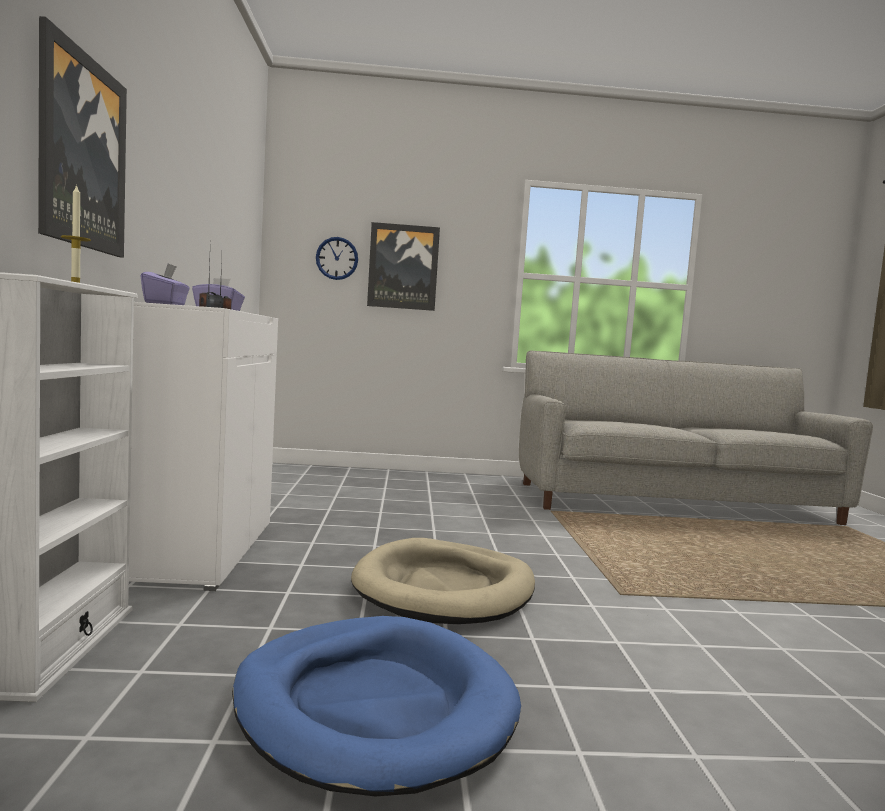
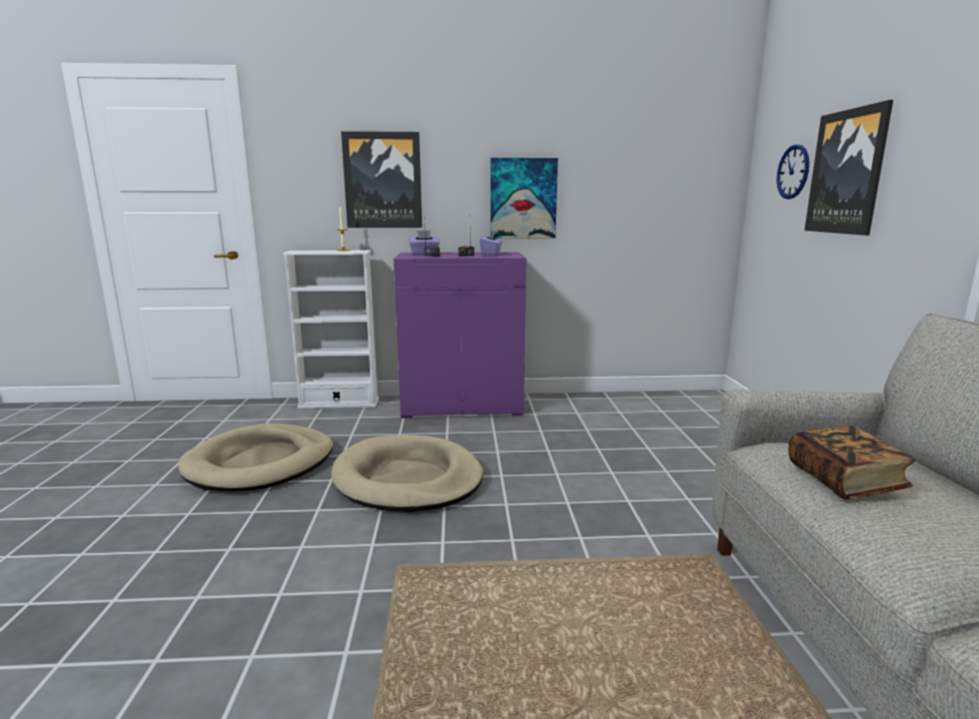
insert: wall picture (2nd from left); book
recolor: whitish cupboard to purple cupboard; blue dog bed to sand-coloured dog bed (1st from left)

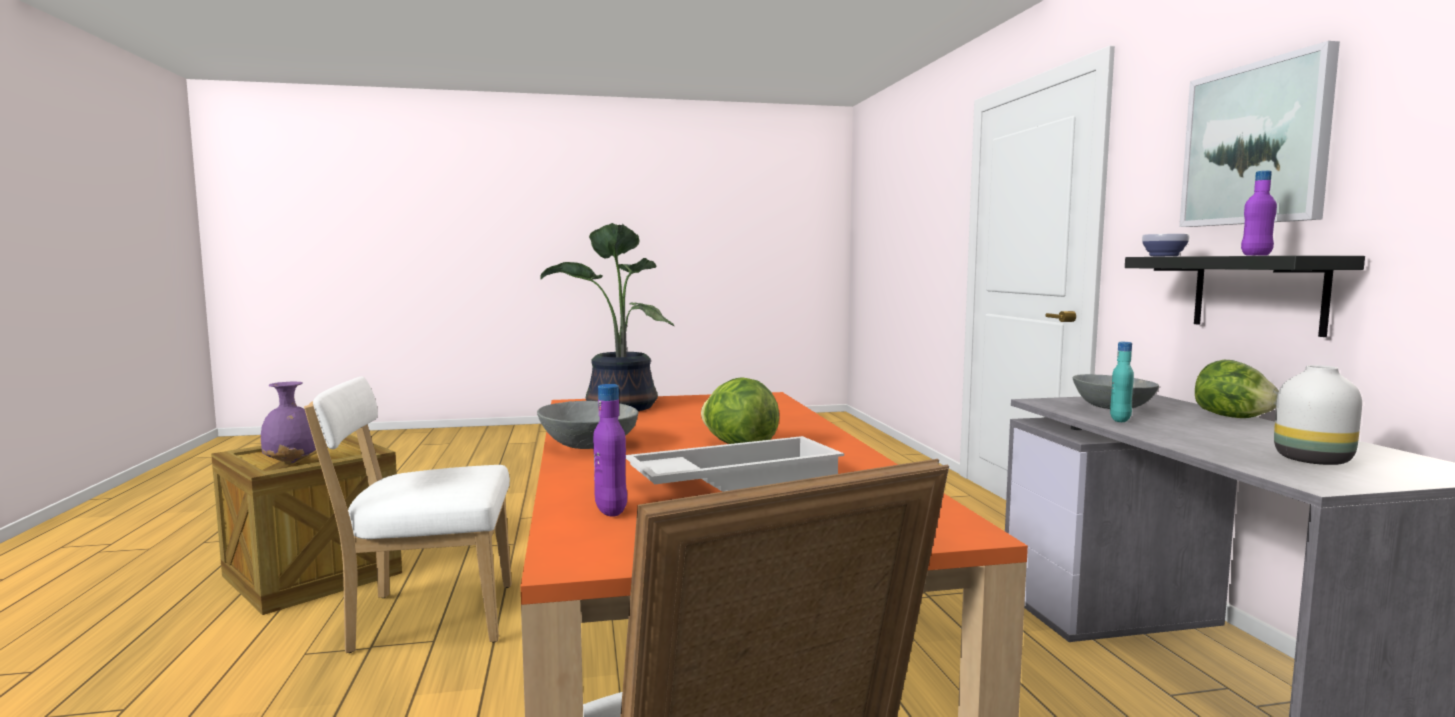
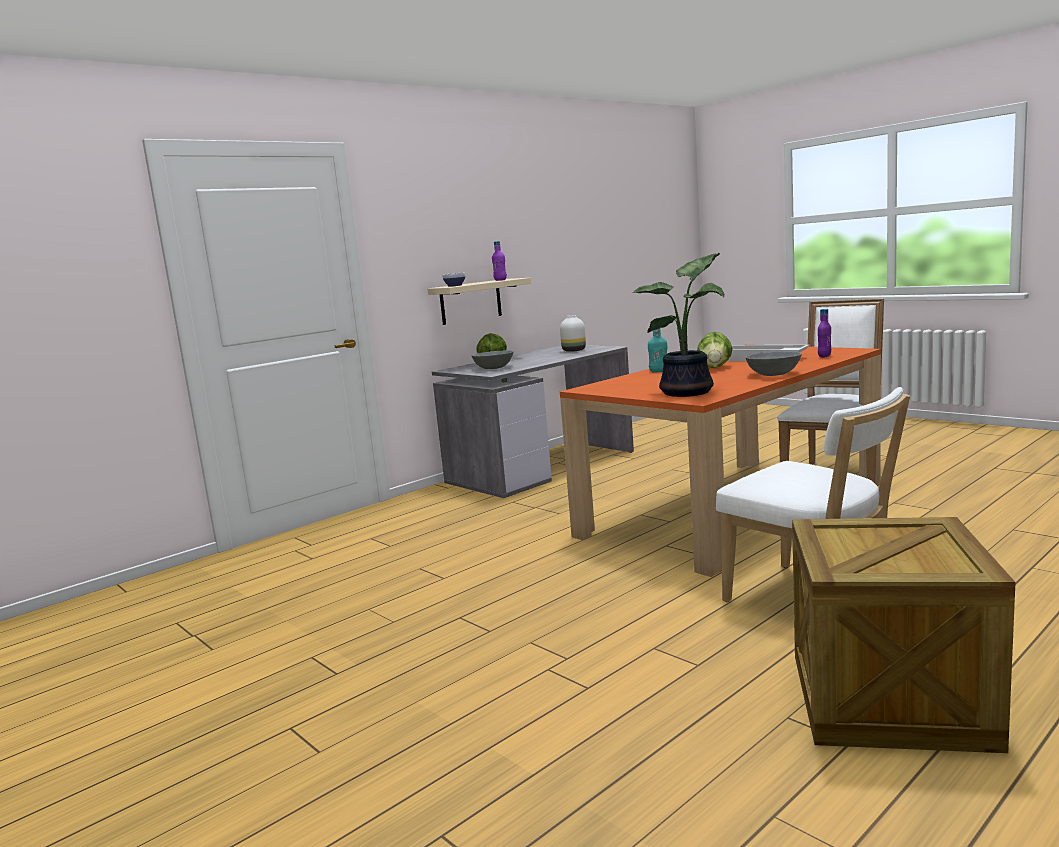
delete: wall picture; purple vase
move: blue-green beverage bottle
recolor: blackish wall shelf to sand-coloured wall shelf

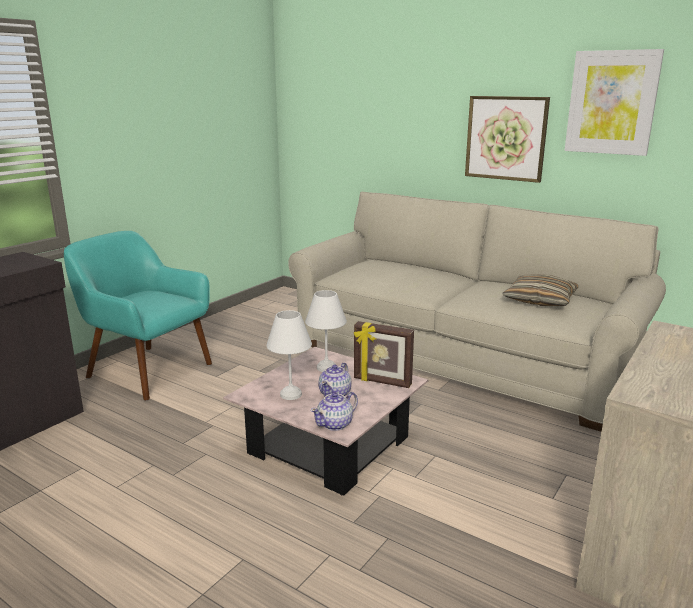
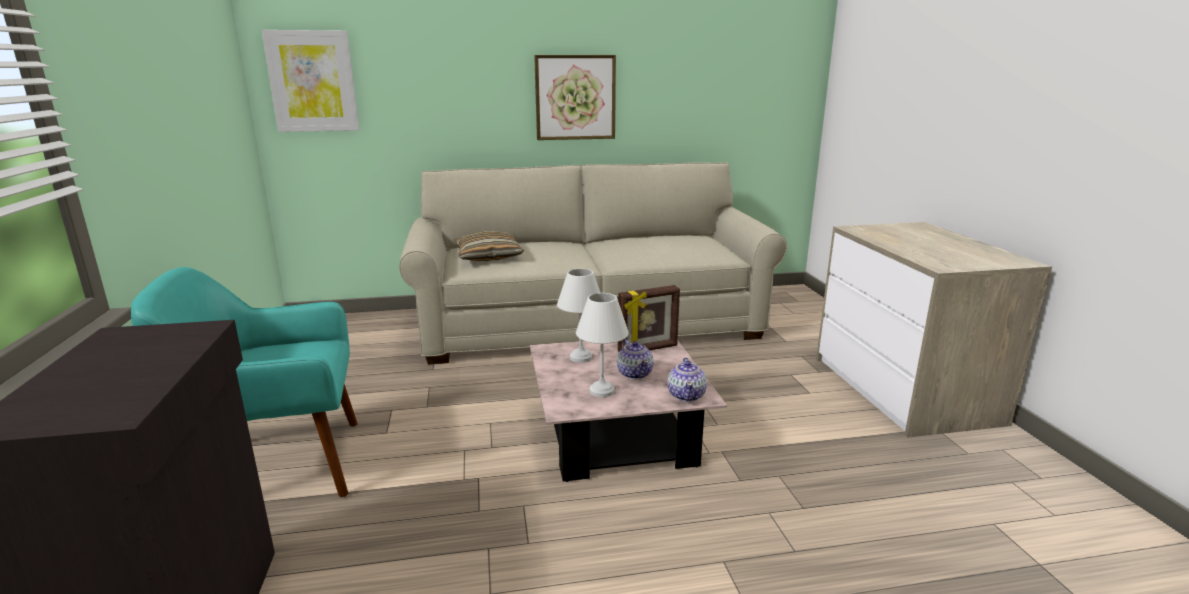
move: wall picture (2nd from left in the first image) to wall picture (1st from left); pillow

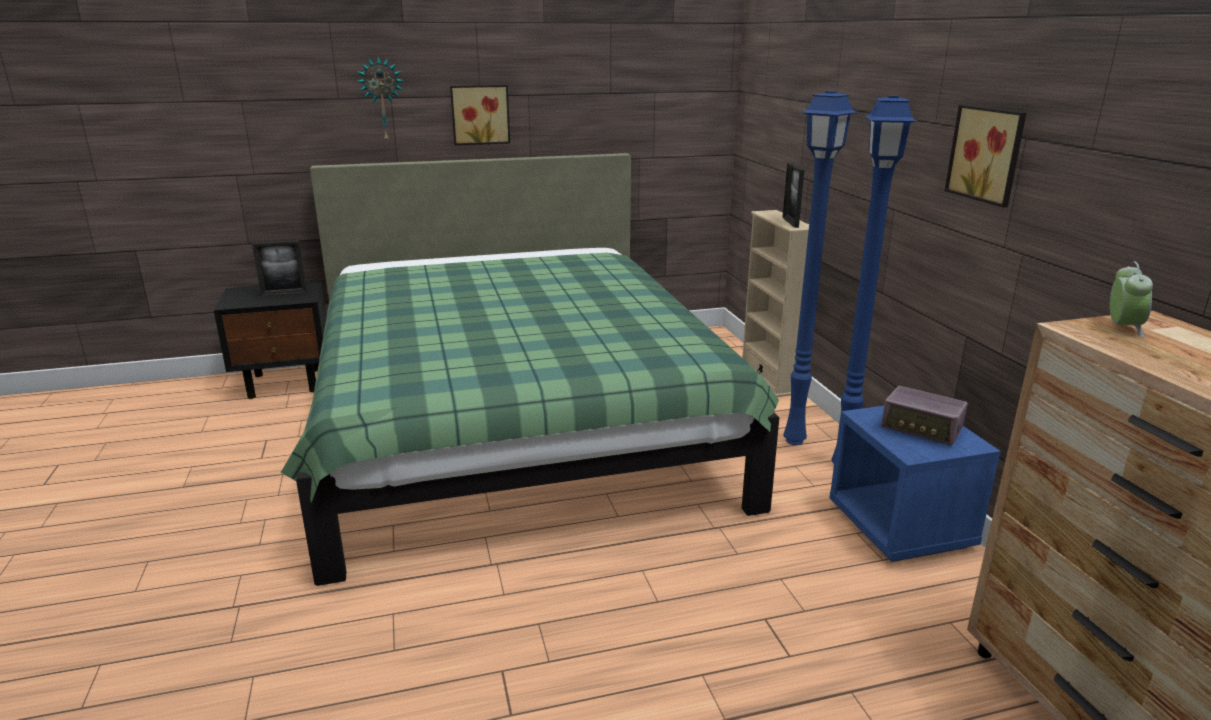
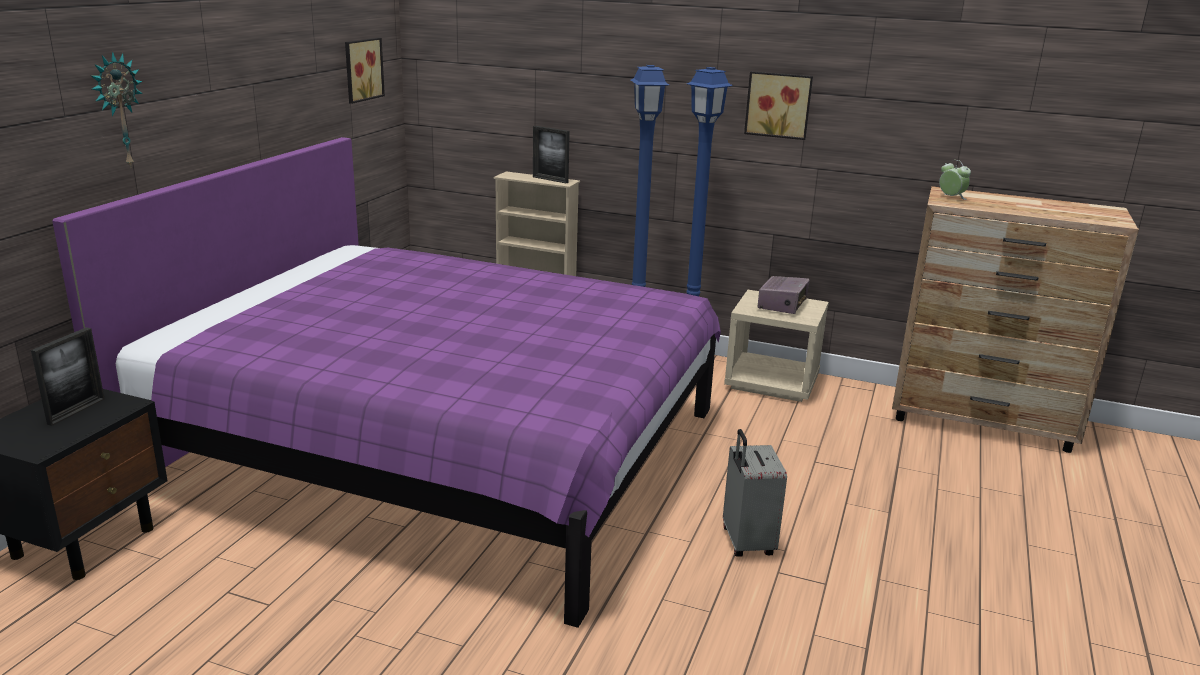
insert: grey piece of luggage
move: wall picture (1st from left)
recolor: green-coloured bed to purple bed; blue bedside table to sand-coloured bedside table
rotate: radio set 45 degrees counterclockwise

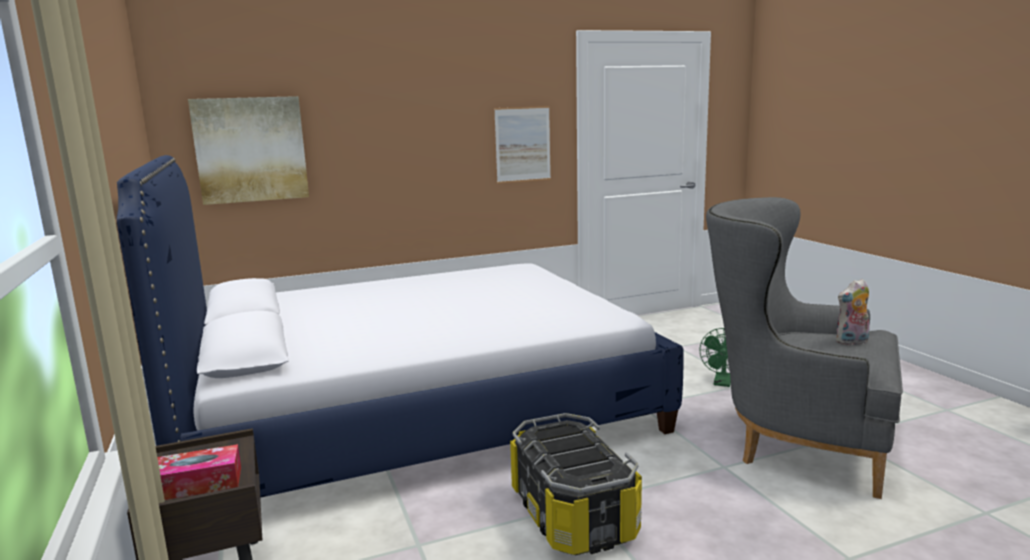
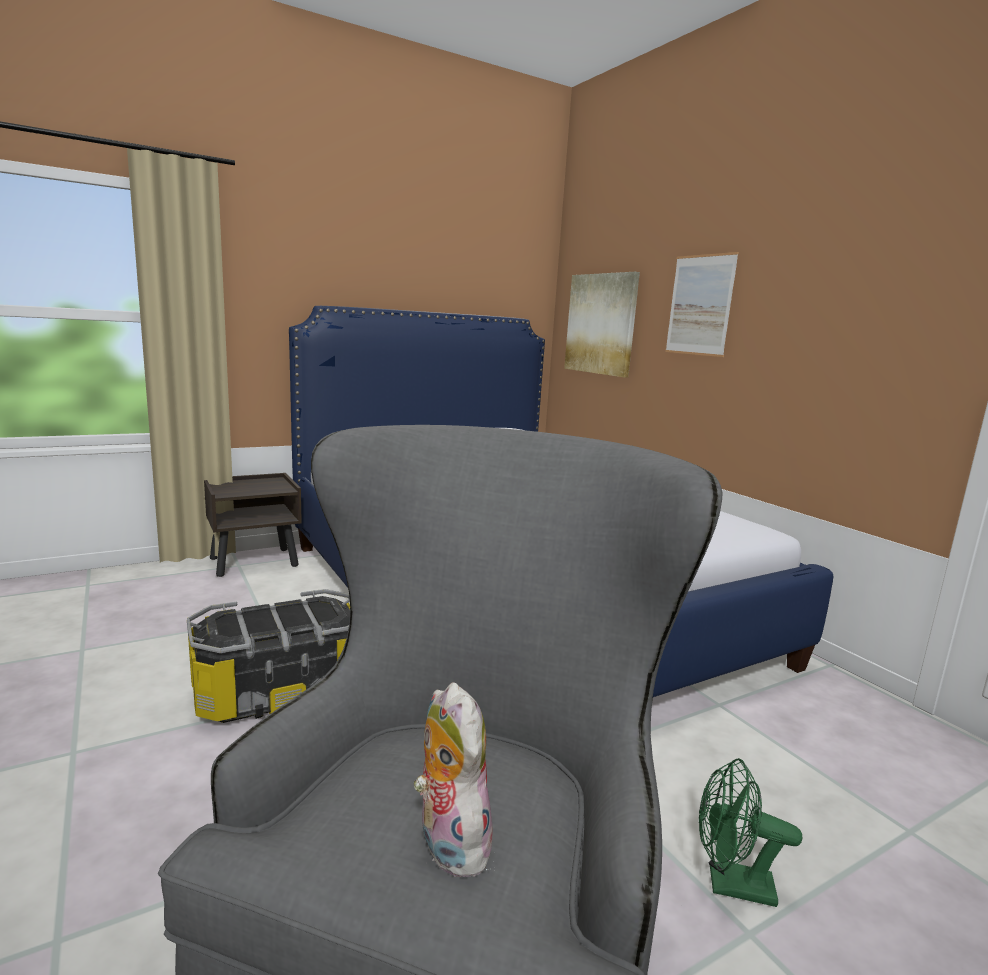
delete: tissue holder
move: wall picture (2nd from left)

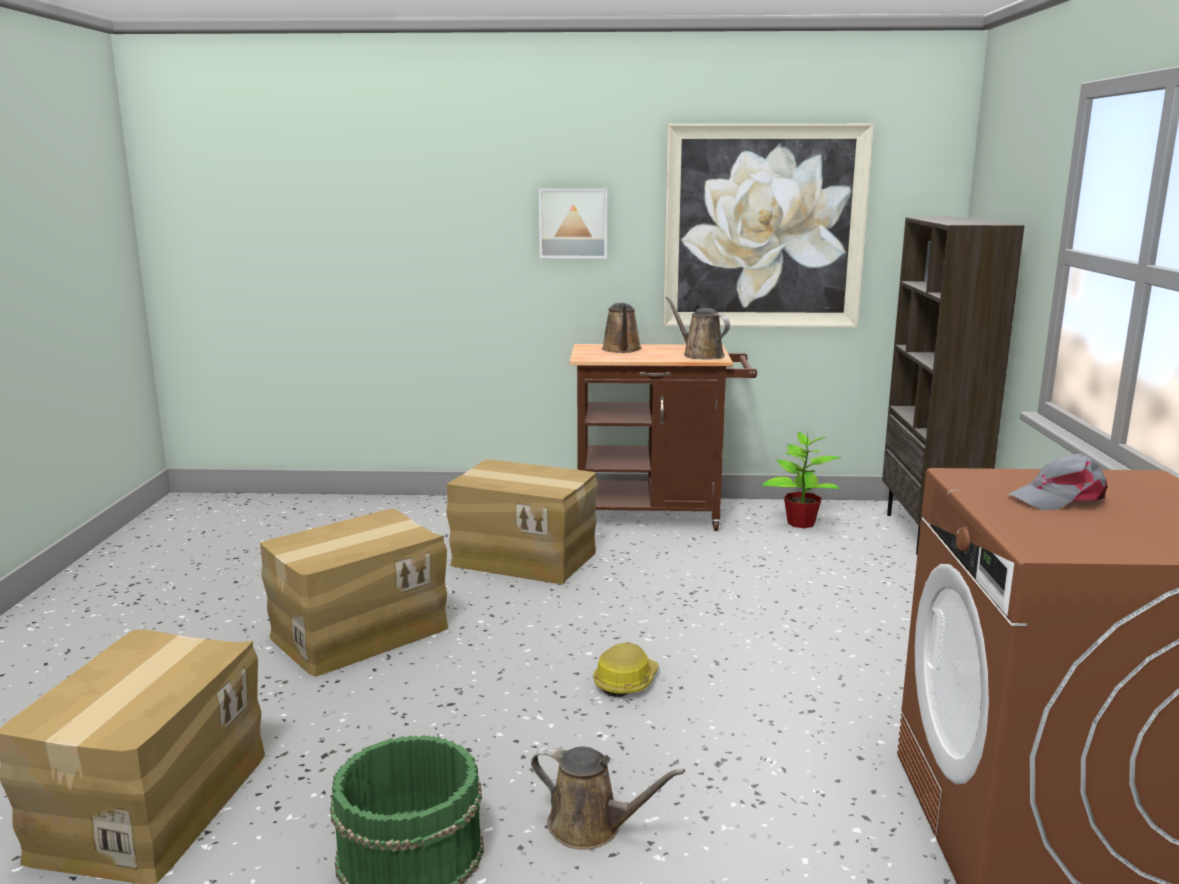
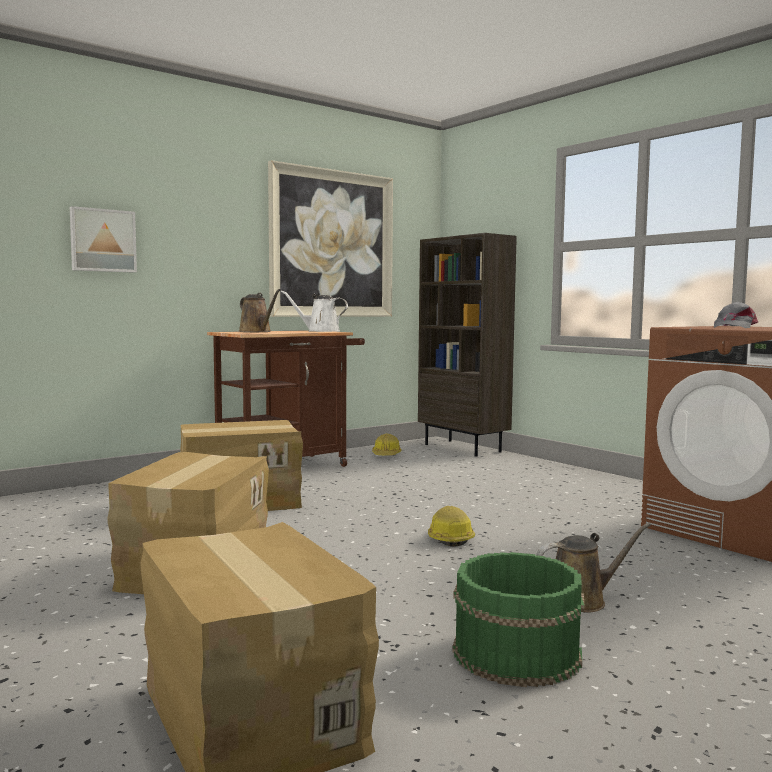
move: wall picture (1st from left)
replace: plant in a pot to work helmet (1st from left)
recolor: brown-coloured watering can (3rd from left) to whitish watering can

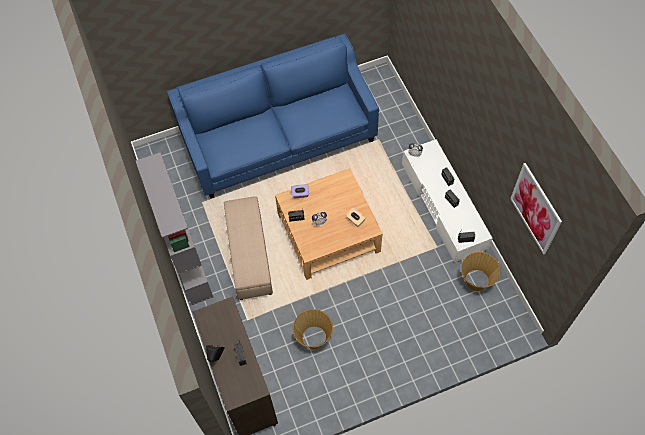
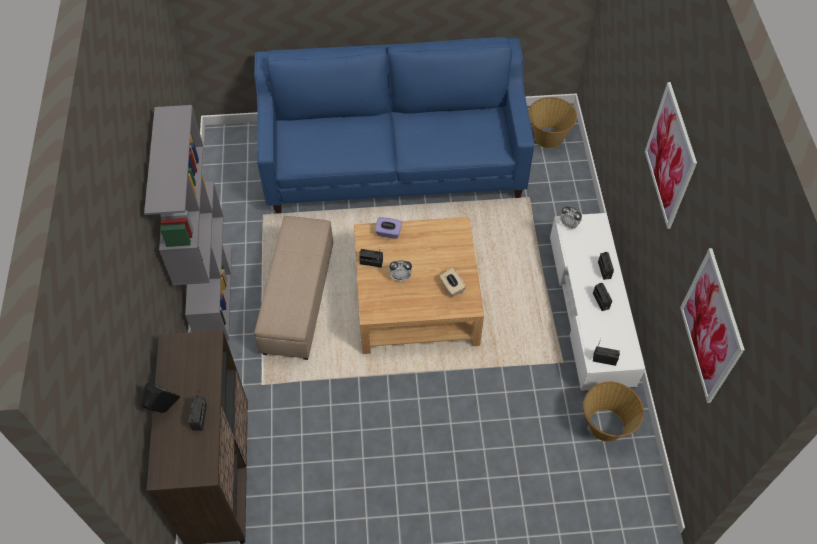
insert: wall picture (1st from left)
move: basket (1st from left)

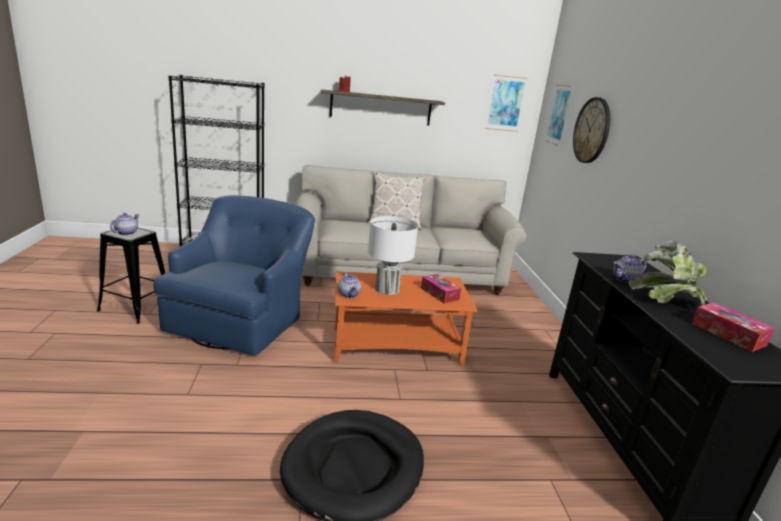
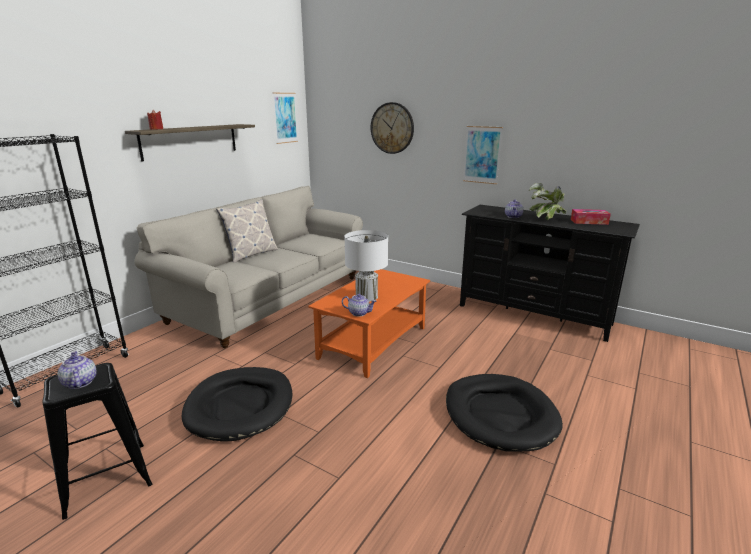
delete: tissue holder (1st from left)
move: wall picture (2nd from left)
replace: blue easy chair to blackish dog bed (1st from left)

